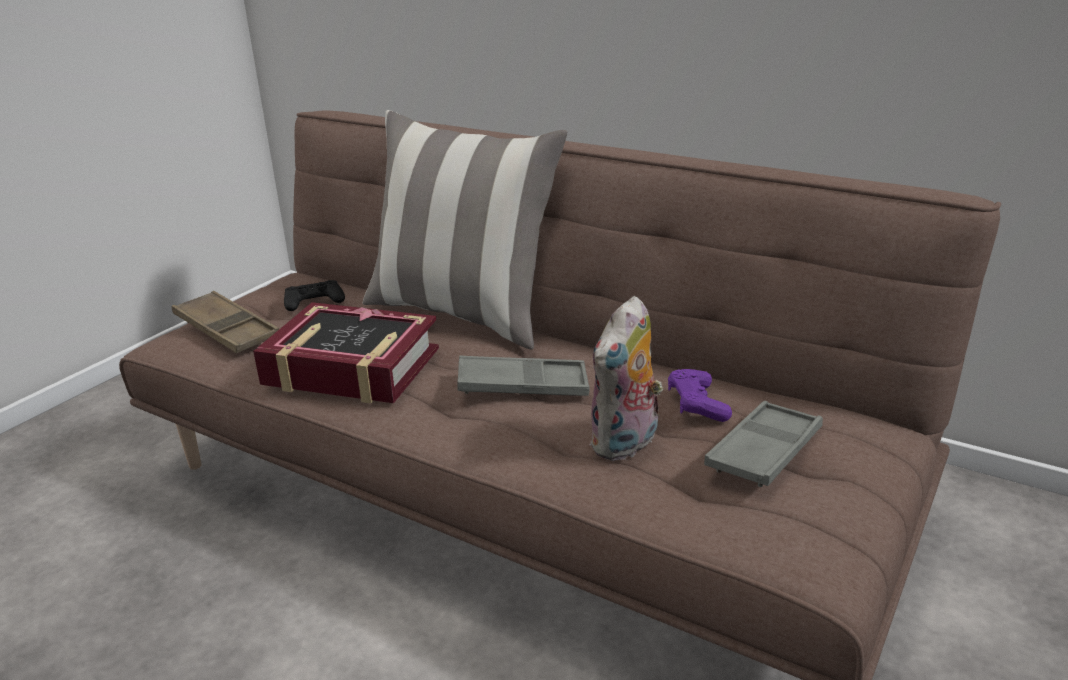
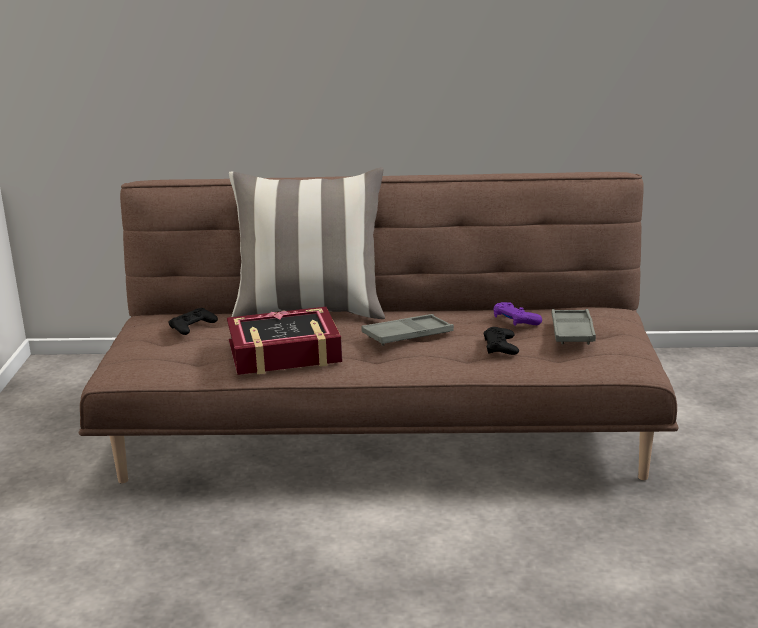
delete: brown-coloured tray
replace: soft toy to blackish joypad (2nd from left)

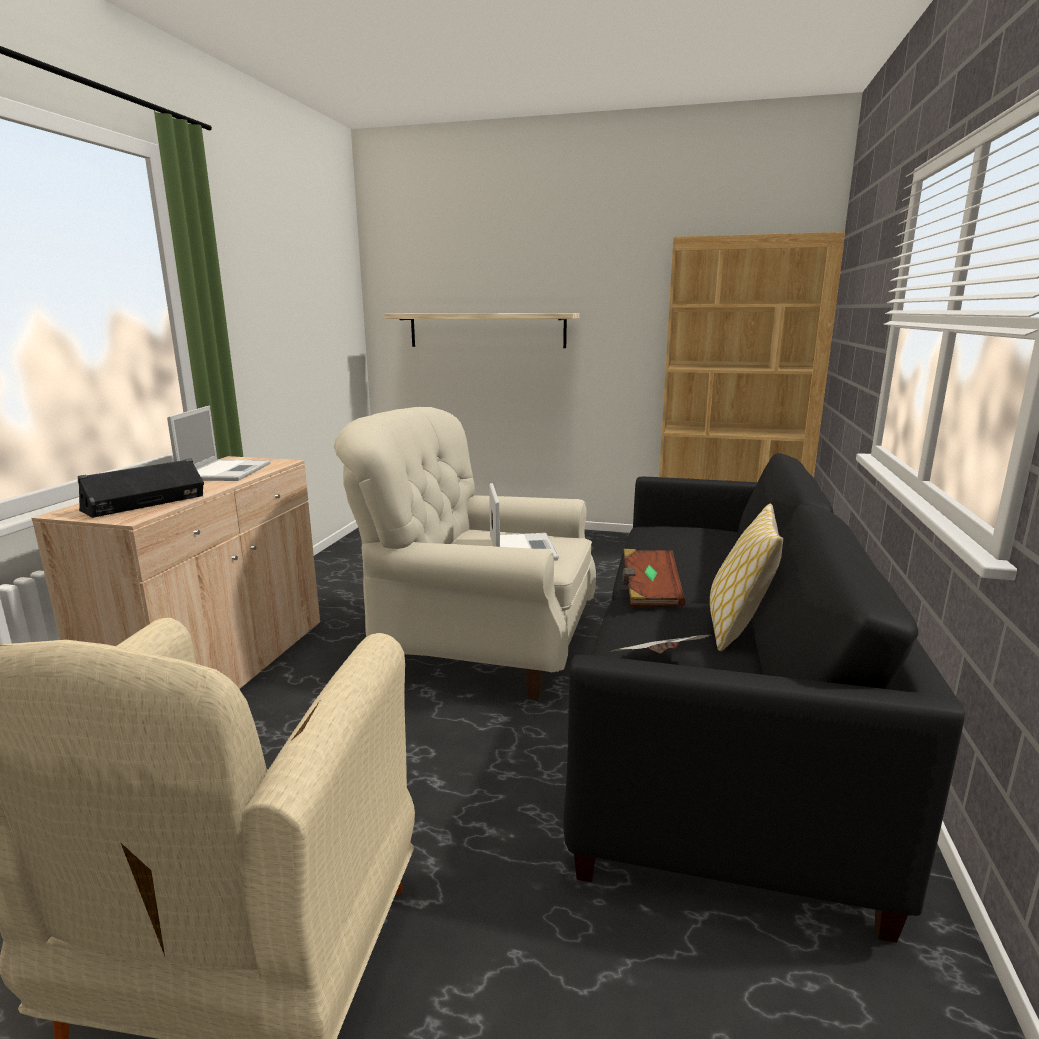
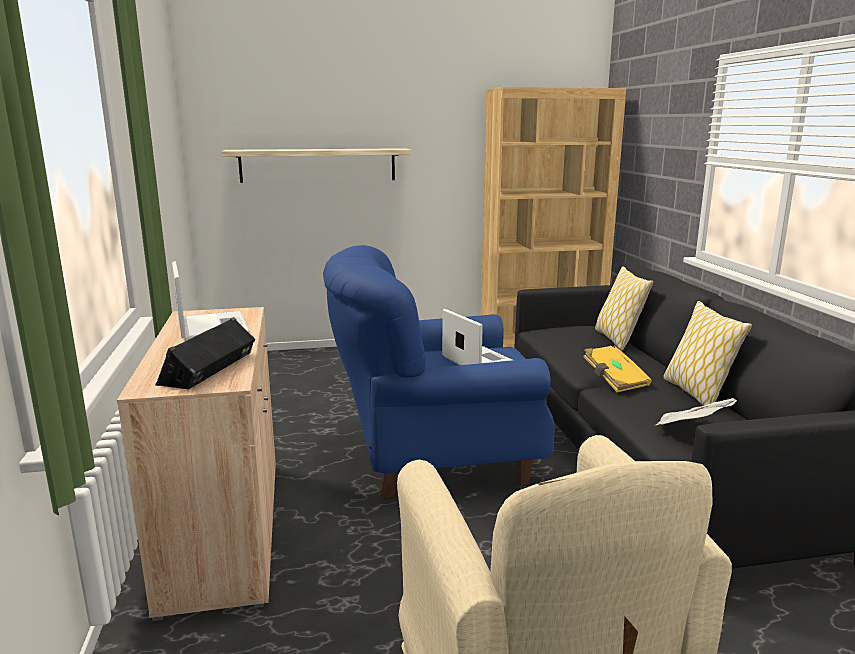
insert: pillow (1st from left)
recolor: sand-coloured easy chair (2nd from left) to blue easy chair; brown-coloured book to yellow book

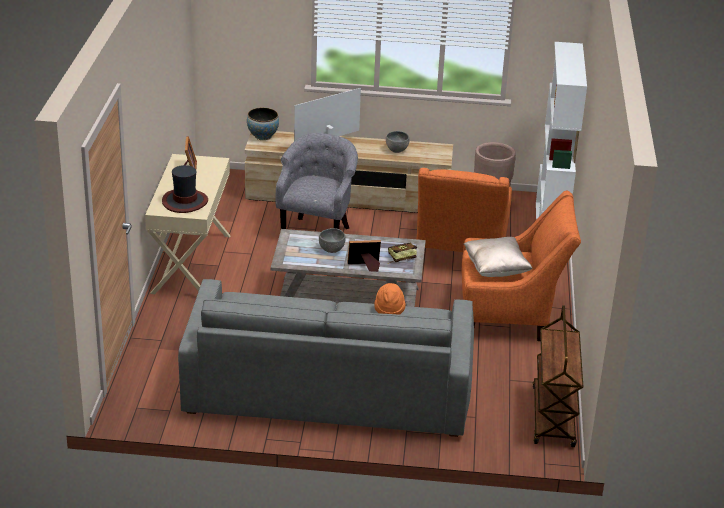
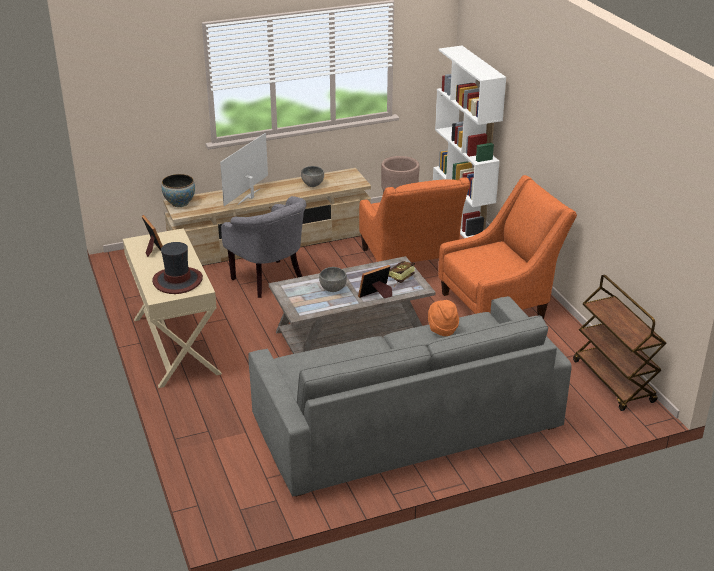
delete: sand-coloured pillow
rotate: grey easy chair 150 degrees clockwise

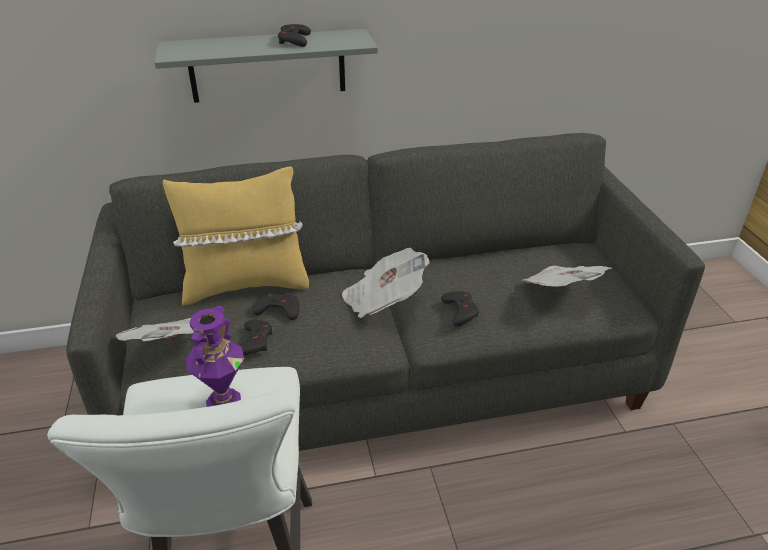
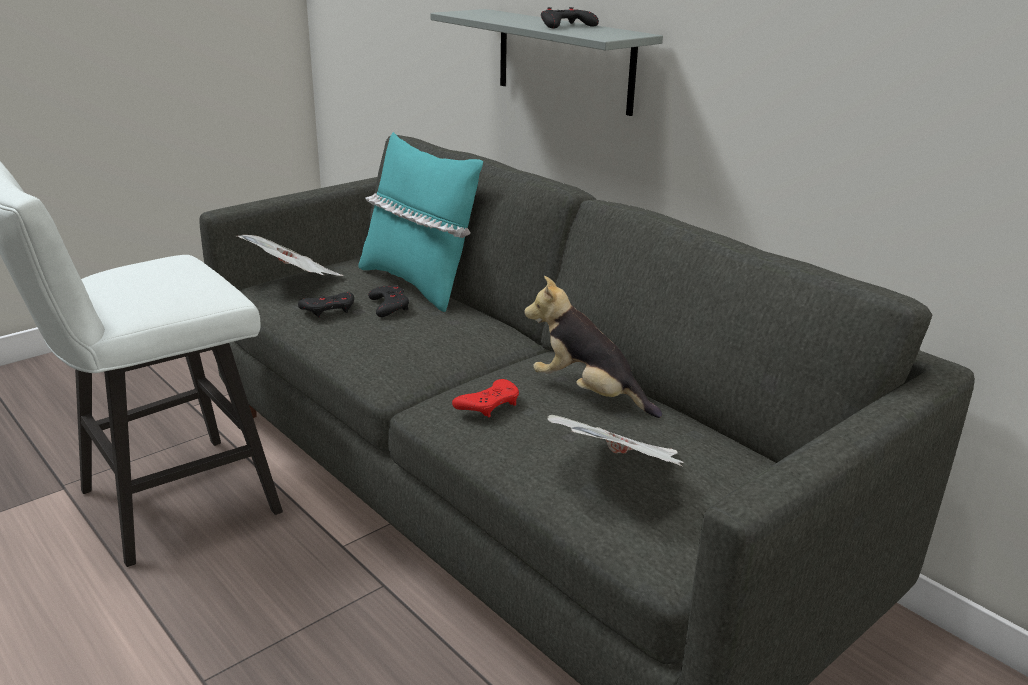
delete: newspaper (2nd from left); purple vase
insert: soft toy
recolor: yellow pillow to blue-green pillow; blackish joypad (4th from left) to red-coloured joypad

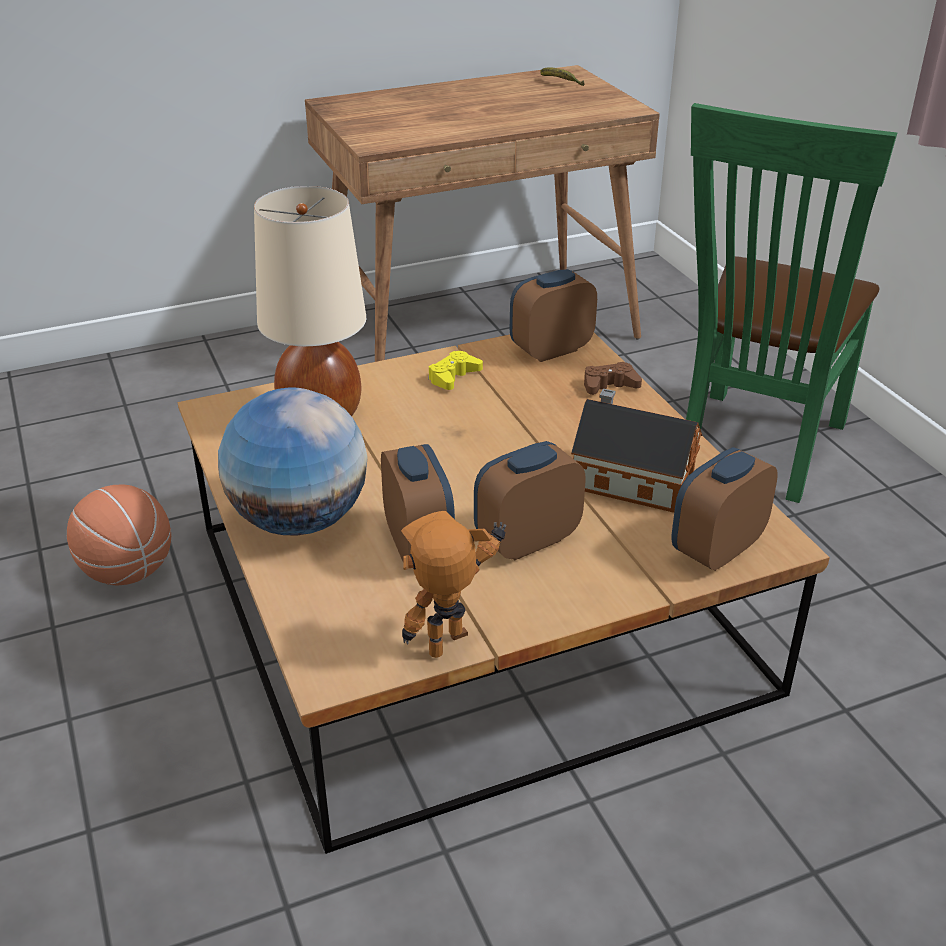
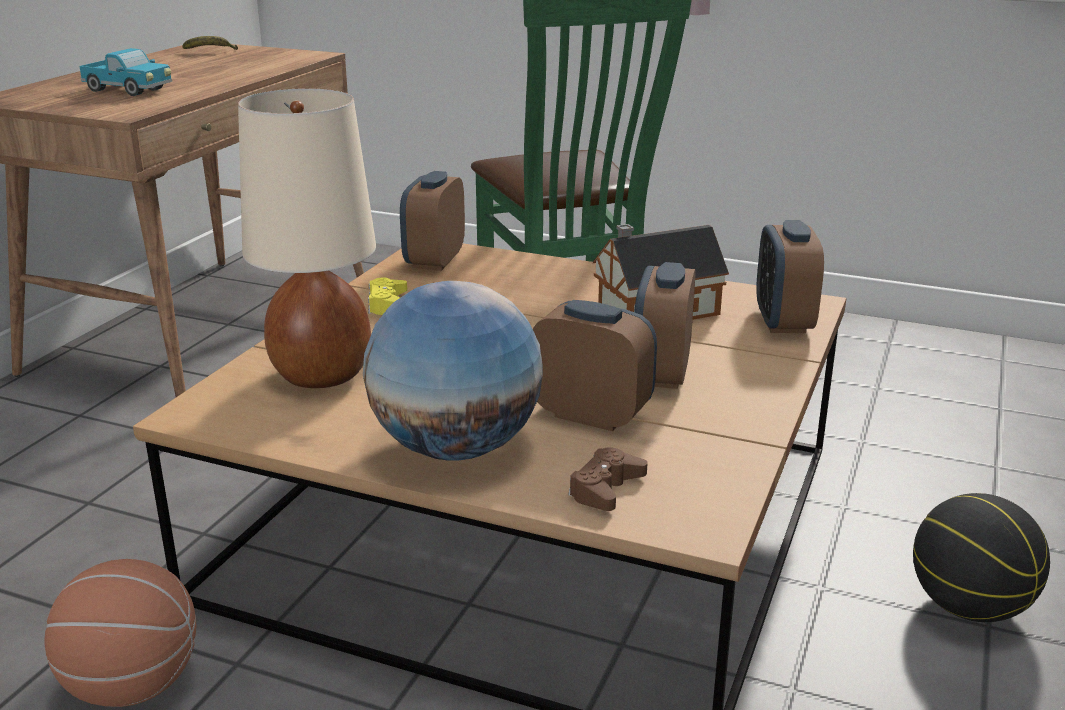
delete: model robot
insert: toy truck; ball for basketball (2nd from left)
move: brown-coloured joypad

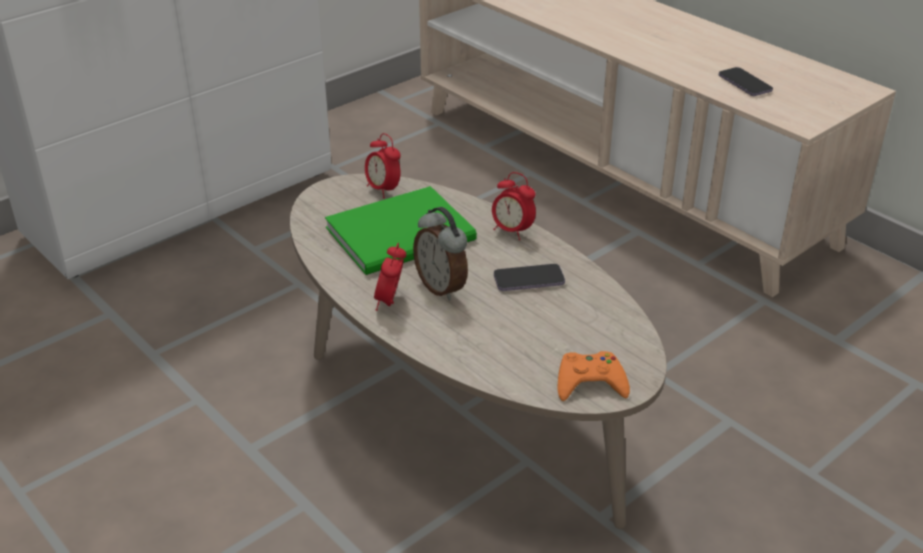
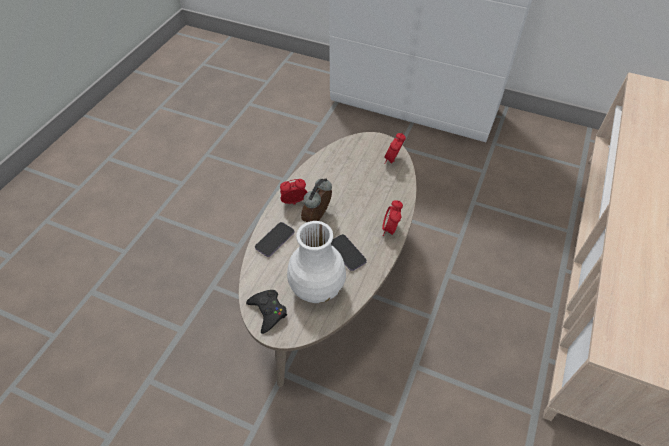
delete: green-coloured book
insert: whitish vase
move: telephone (2nd from left in the first image) to telephone (1st from left)
recolor: orange-coloured joypad to blackish joypad

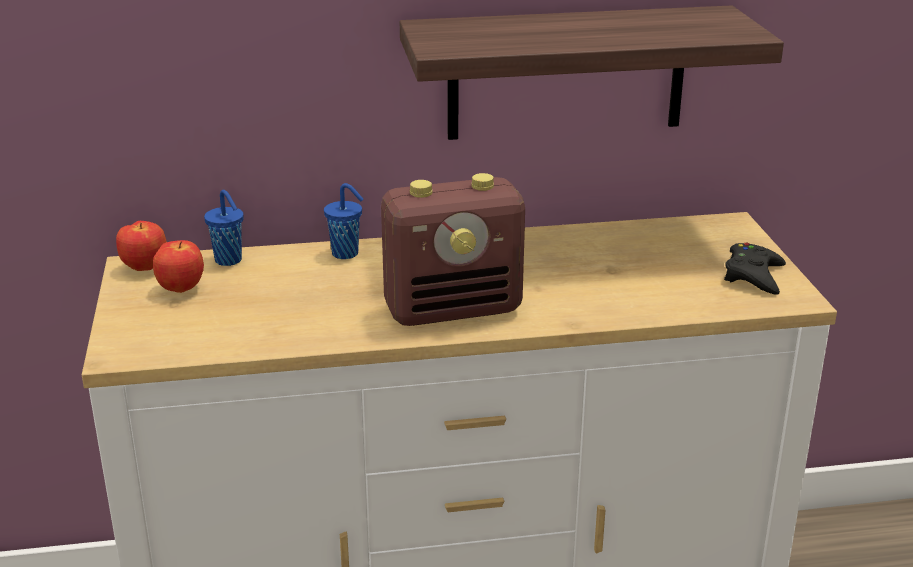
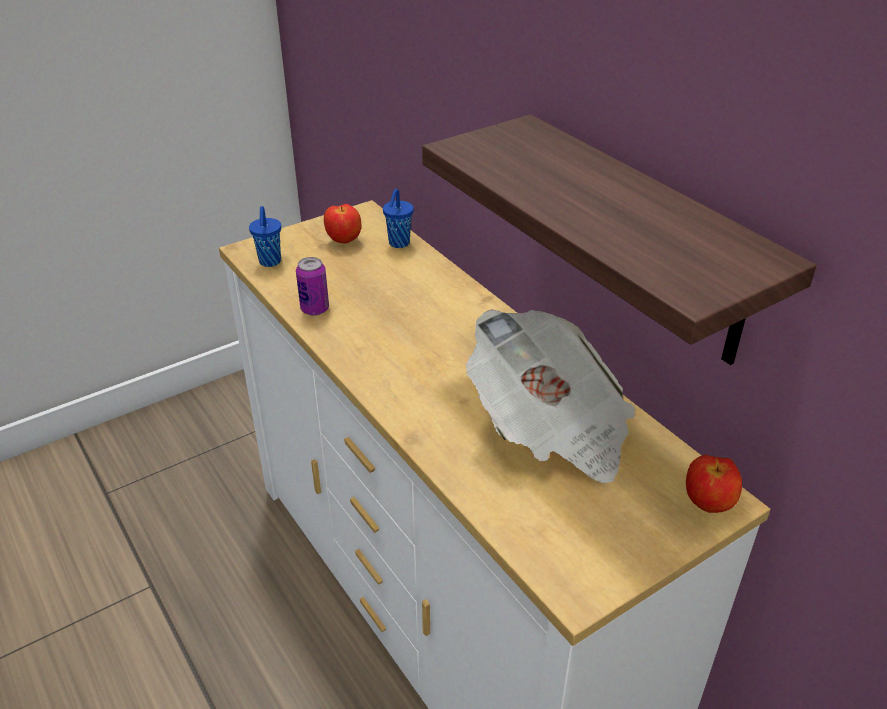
delete: radio set; blackish joypad
insert: metal can; newspaper
move: blue small cup (2nd from left in the first image) to blue small cup (1st from left); apple (1st from left in the first image) to apple (2nd from left)

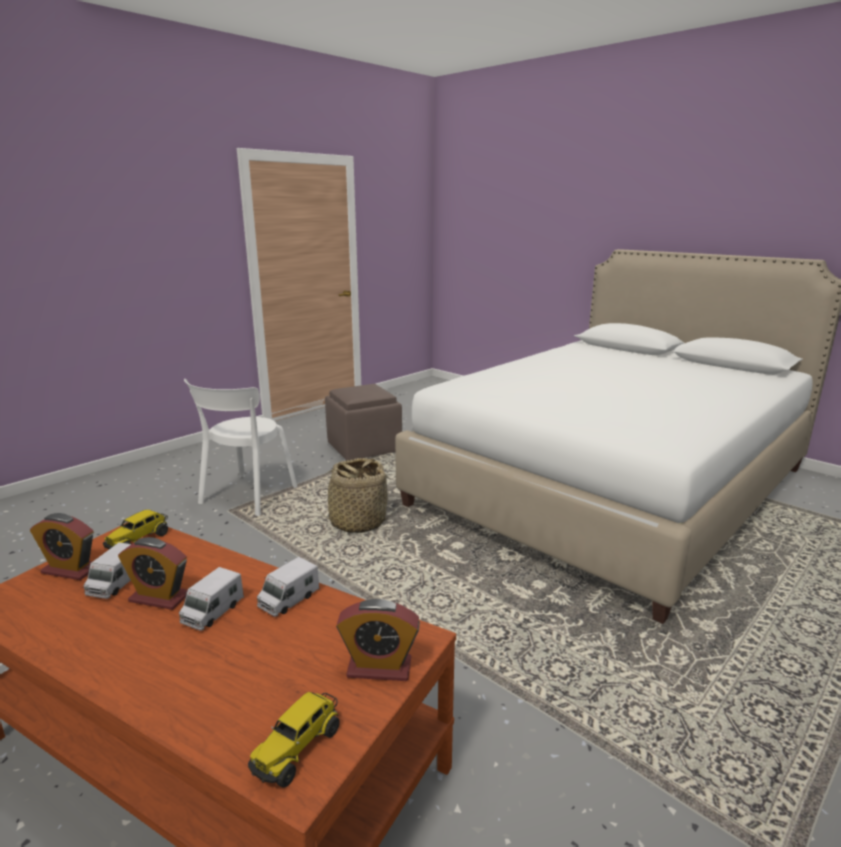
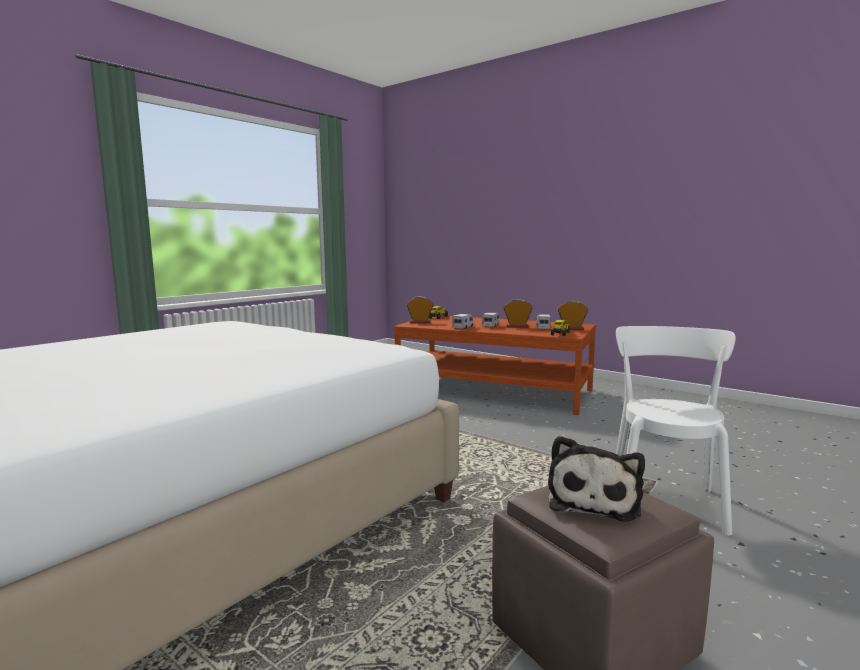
delete: basket
insert: soft toy

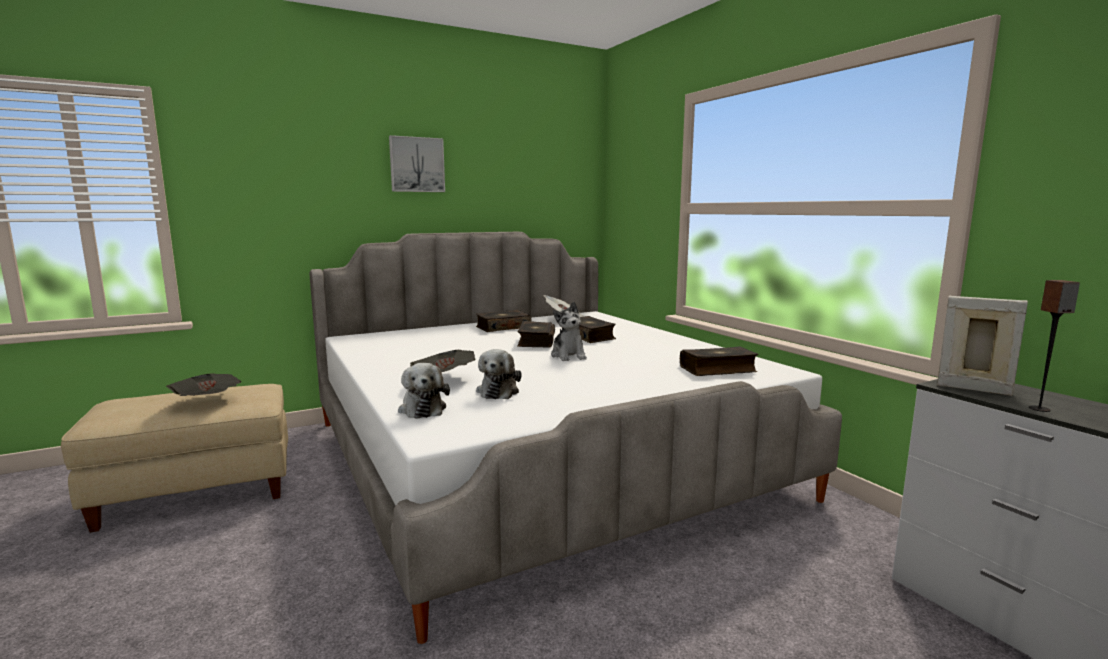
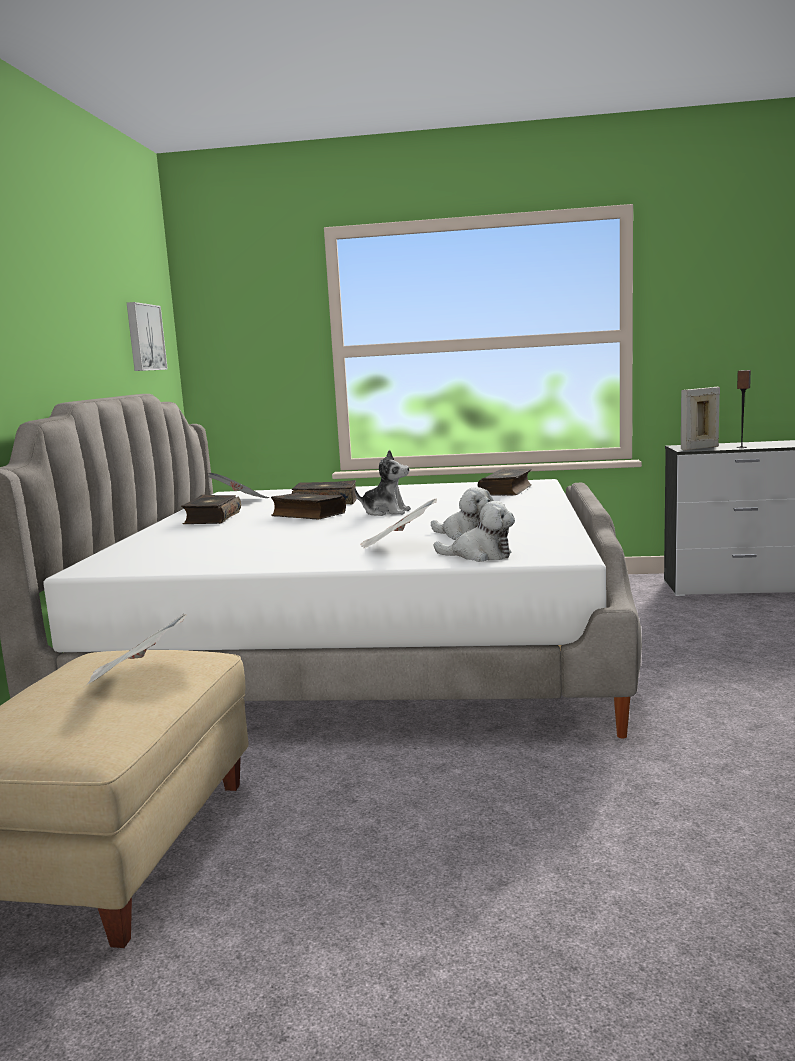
move: wall picture

